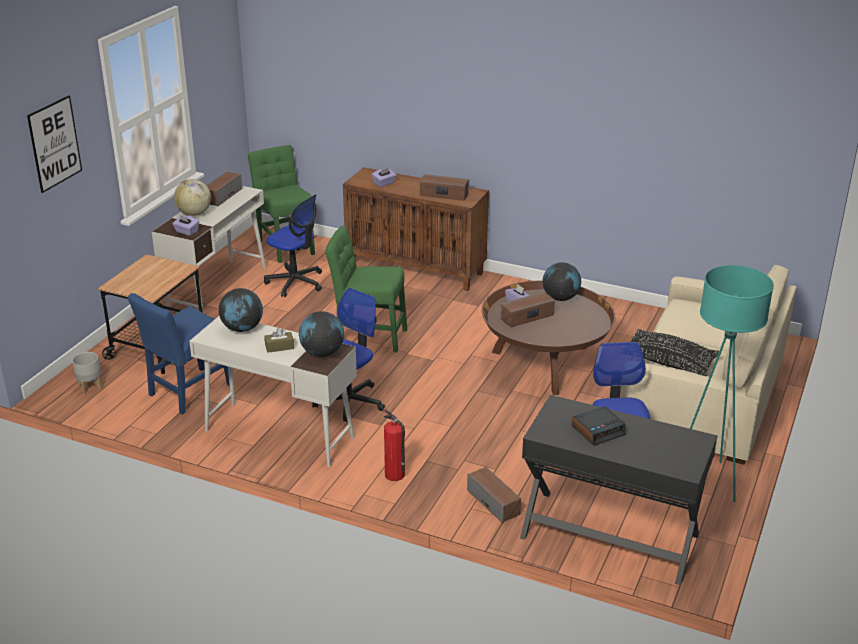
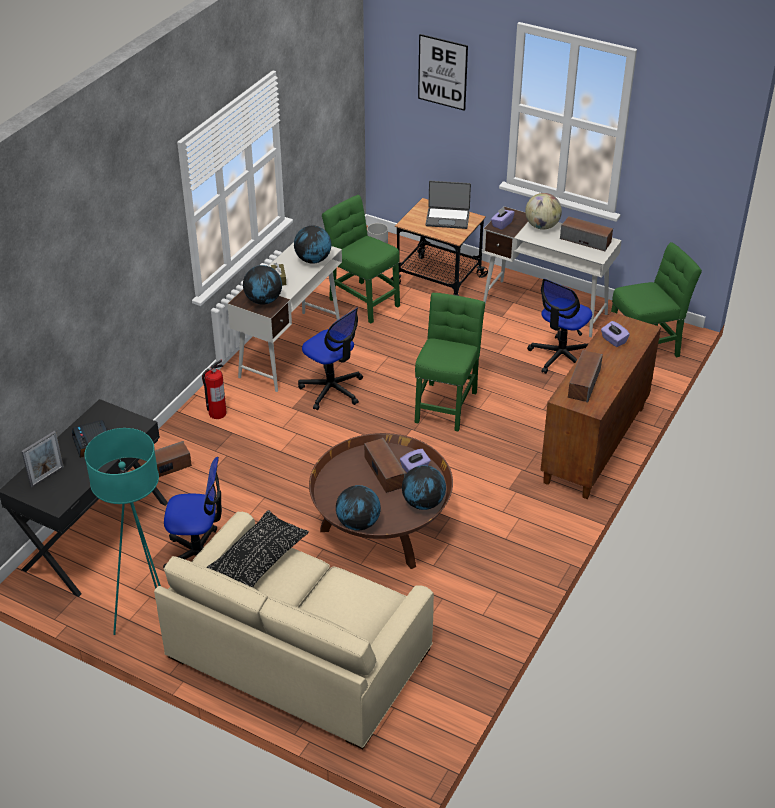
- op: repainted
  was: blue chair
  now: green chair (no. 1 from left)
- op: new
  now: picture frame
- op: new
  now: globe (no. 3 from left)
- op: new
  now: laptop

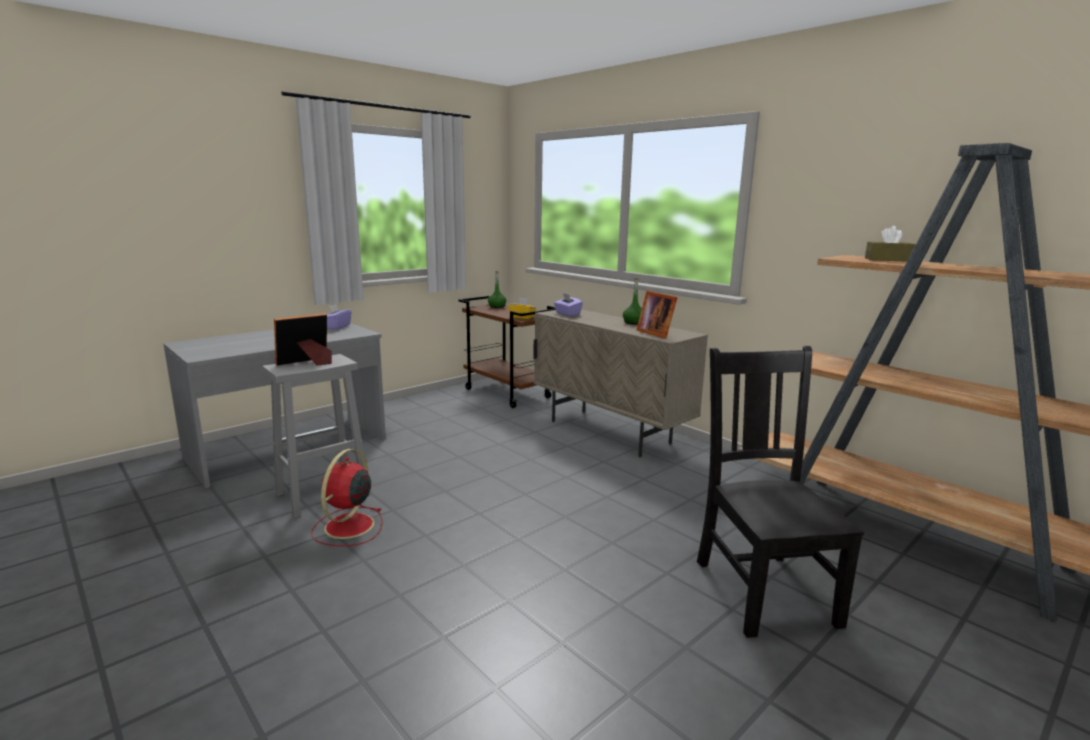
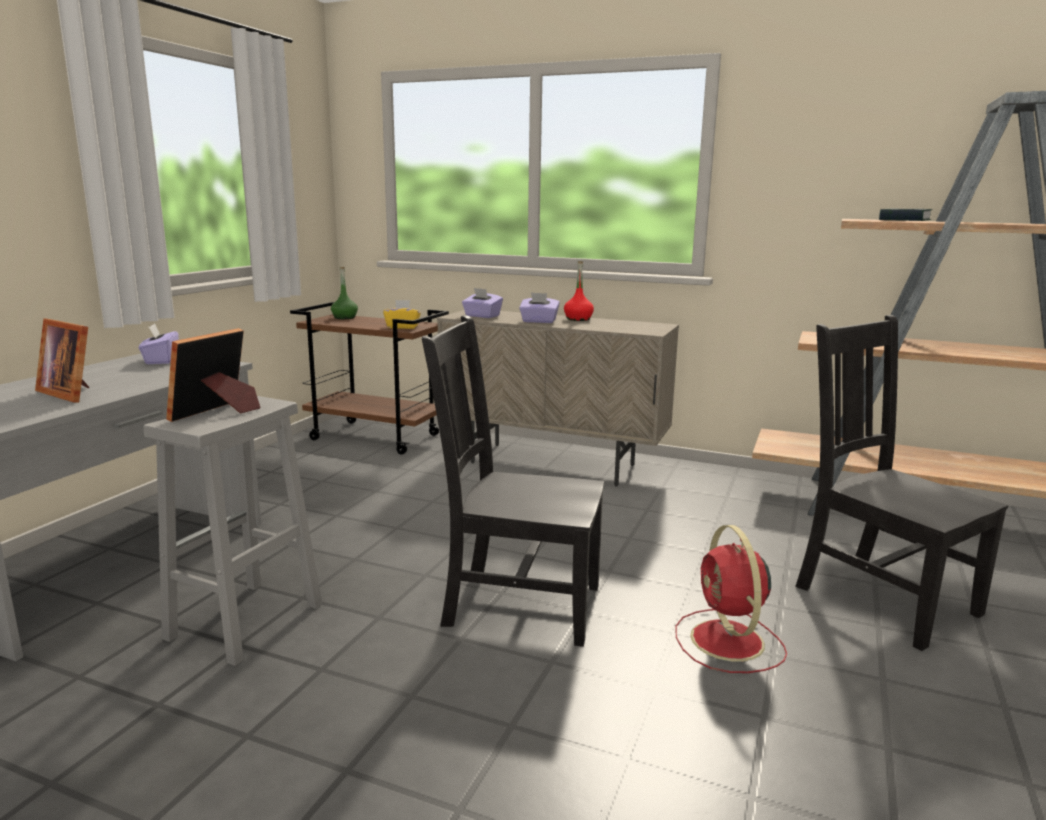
- op: shifted
  was: red fan
- op: repainted
  was: green bottle (no. 2 from left)
  now: red bottle
- op: shifted
  was: picture frame (no. 2 from left in the first image)
  now: picture frame (no. 1 from left)
- op: swapped
  was: brown tissue box
  now: book
- op: new
  now: black chair (no. 1 from left)
- op: new
  now: purple tissue box (no. 3 from left)

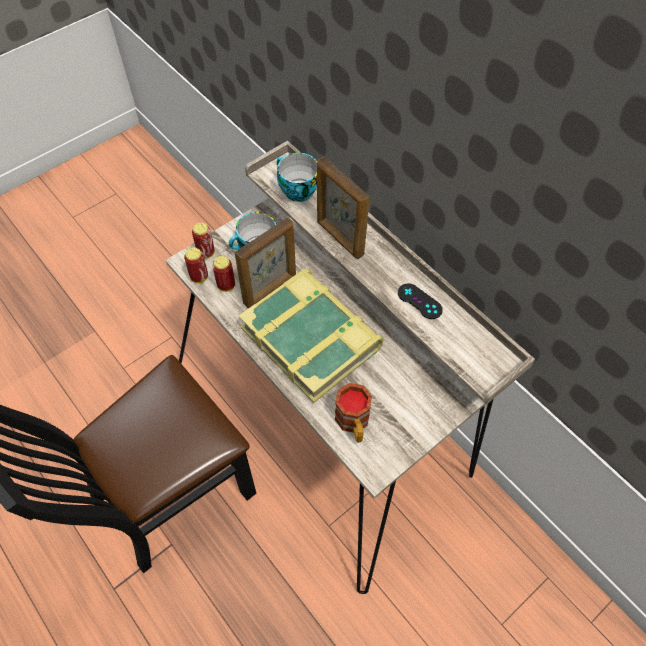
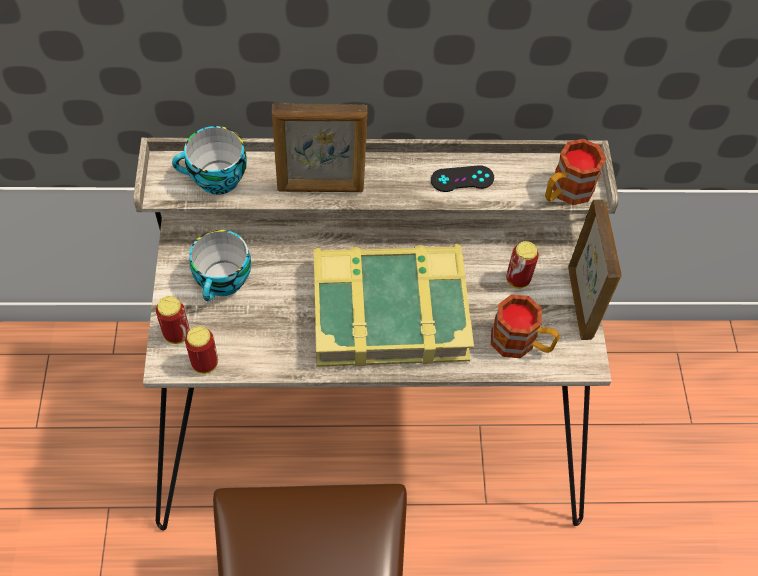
- op: shifted
  was: can (no. 3 from left)
- op: shifted
  was: picture frame (no. 1 from left in the first image)
  now: picture frame (no. 2 from left)
- op: new
  now: mug (no. 2 from left)

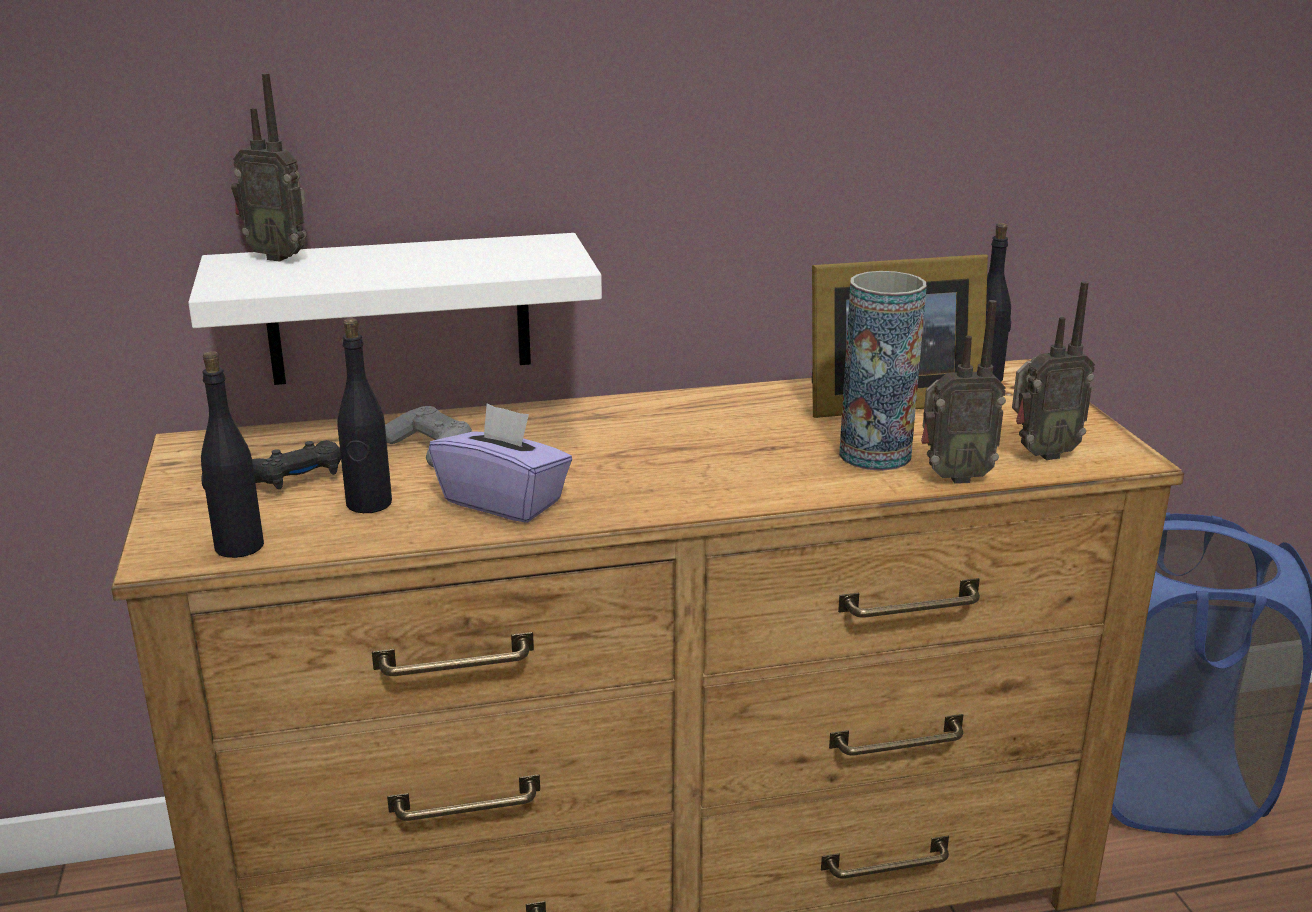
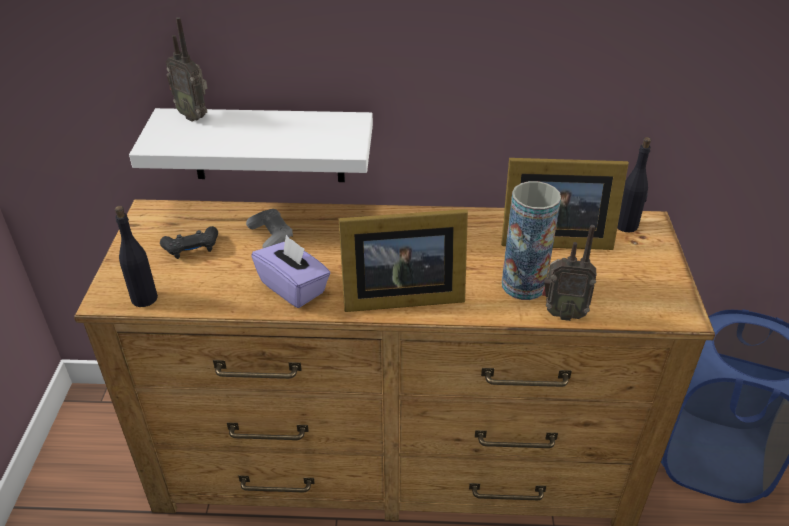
- op: gone
  was: black bottle (no. 2 from left)
- op: gone
  was: radio (no. 3 from left)
- op: new
  now: picture frame (no. 1 from left)

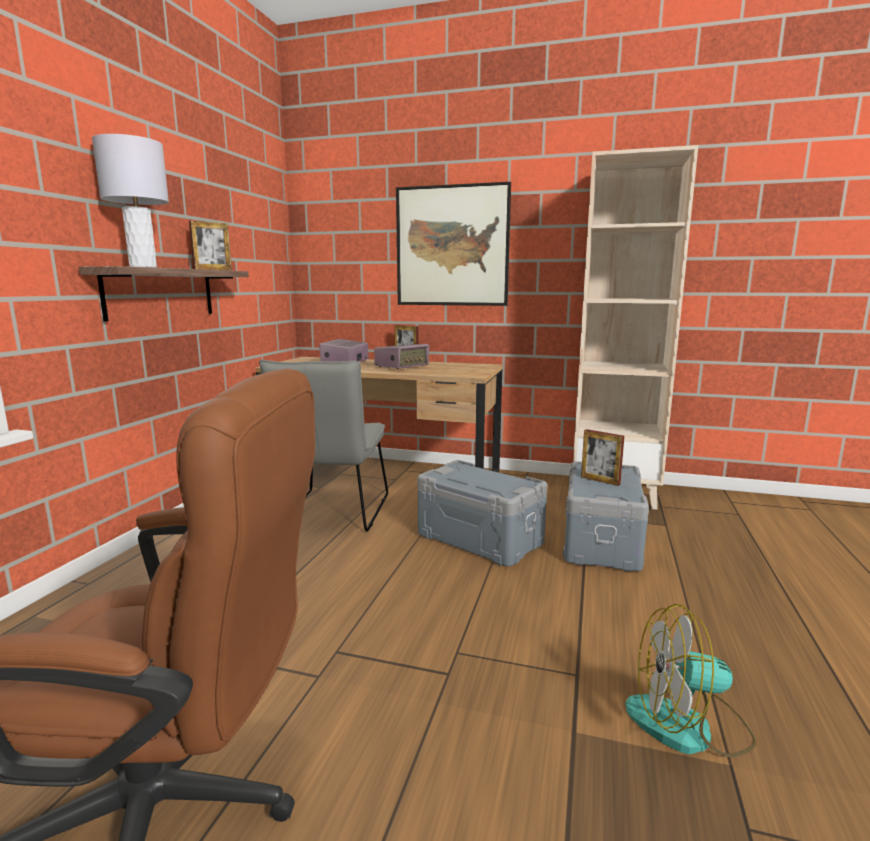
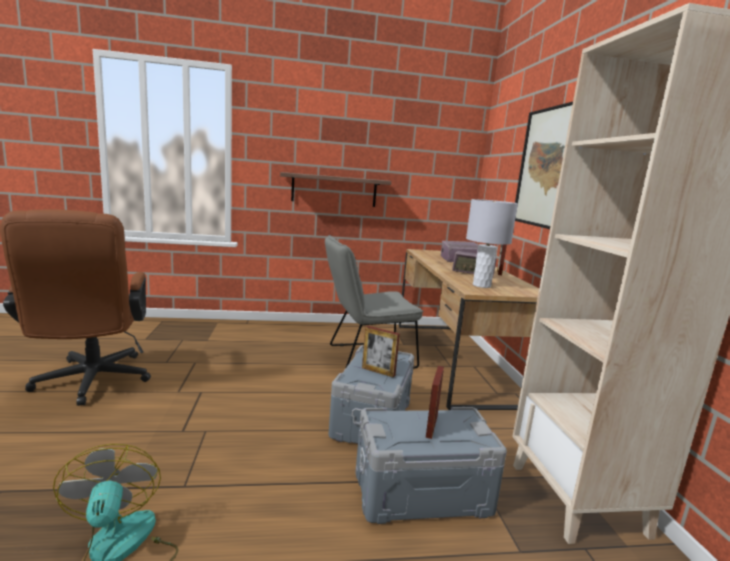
- op: shifted
  was: grey table lamp
- op: shifted
  was: picture frame (no. 1 from left)

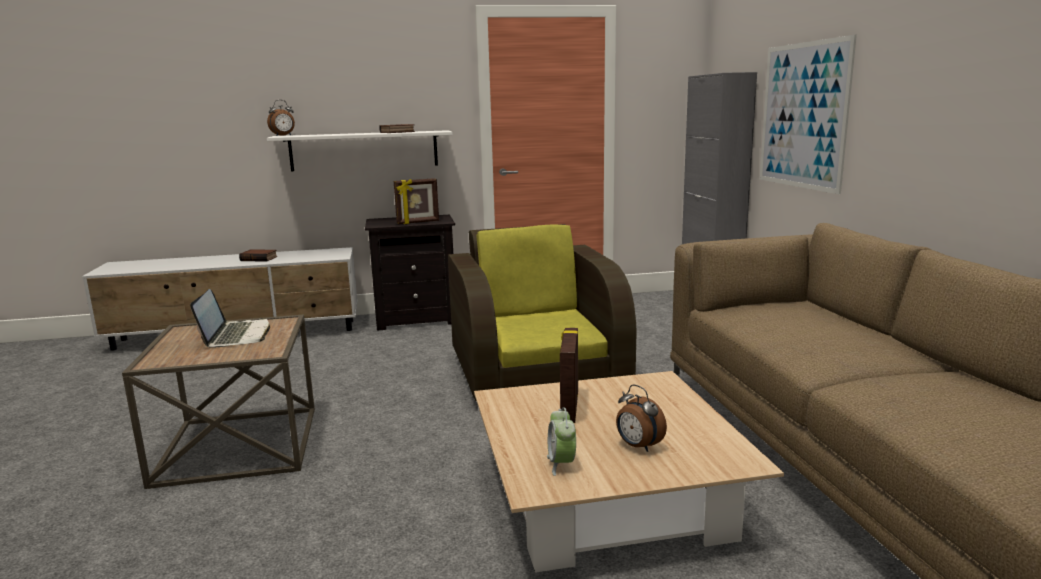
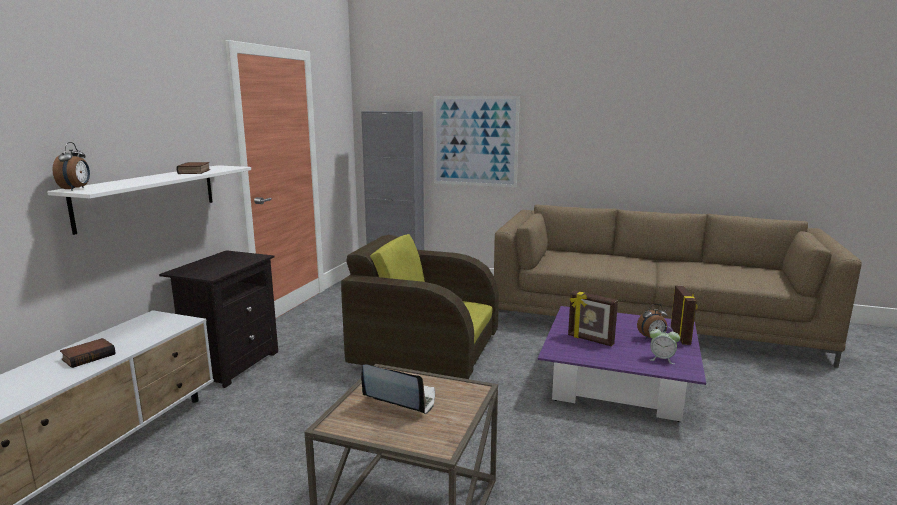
- op: shifted
  was: picture frame (no. 1 from left in the first image)
  now: picture frame (no. 2 from left)
- op: repainted
  was: beige coffee table
  now: purple coffee table

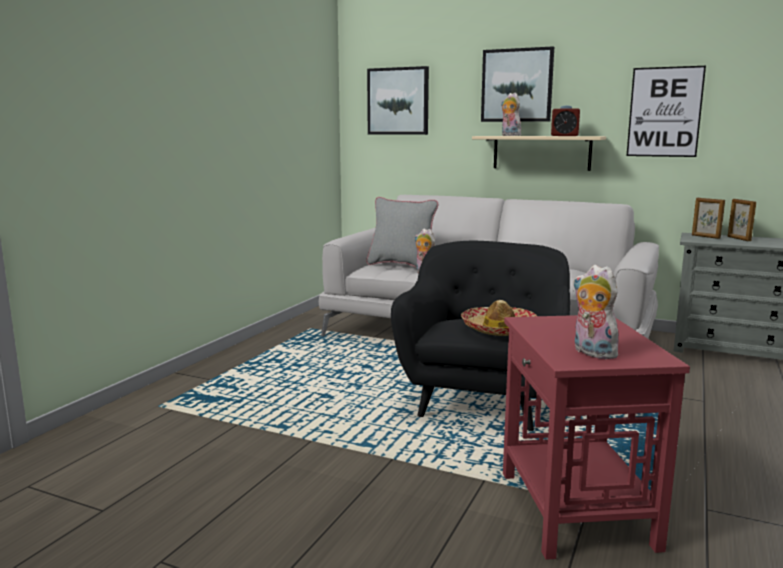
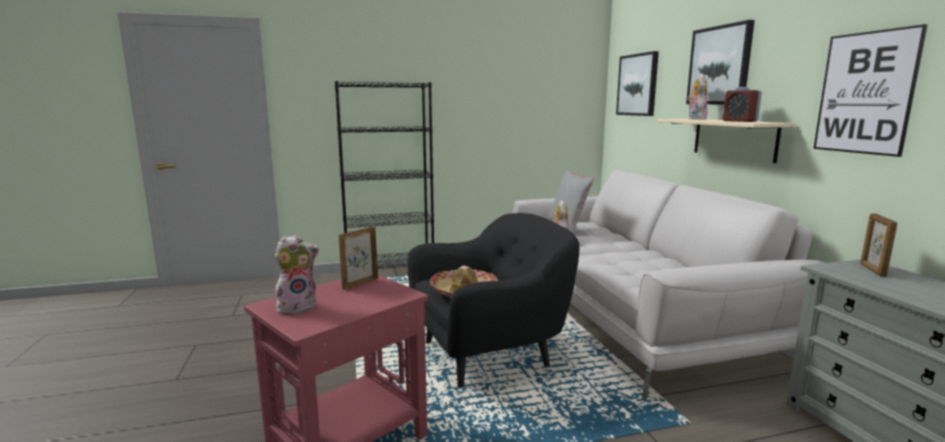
- op: rotated
  was: plush toy (no. 3 from left in the first image)
  clockwise: 45
- op: shifted
  was: picture frame (no. 2 from left in the first image)
  now: picture frame (no. 1 from left)
- op: new
  now: black bookcase

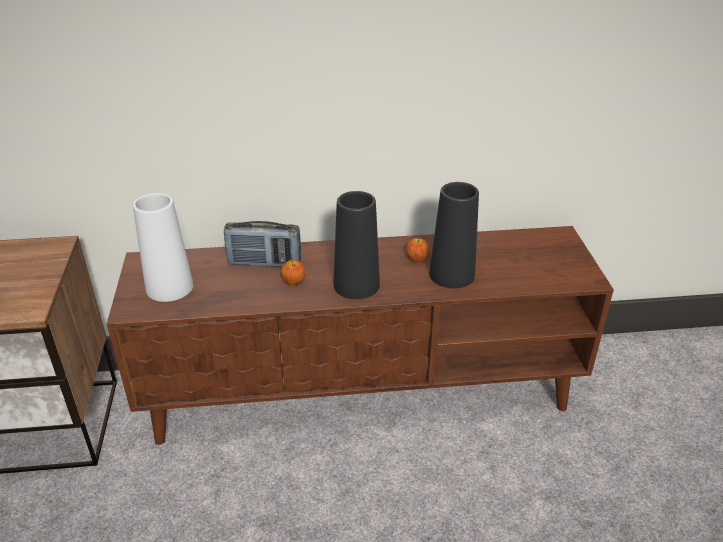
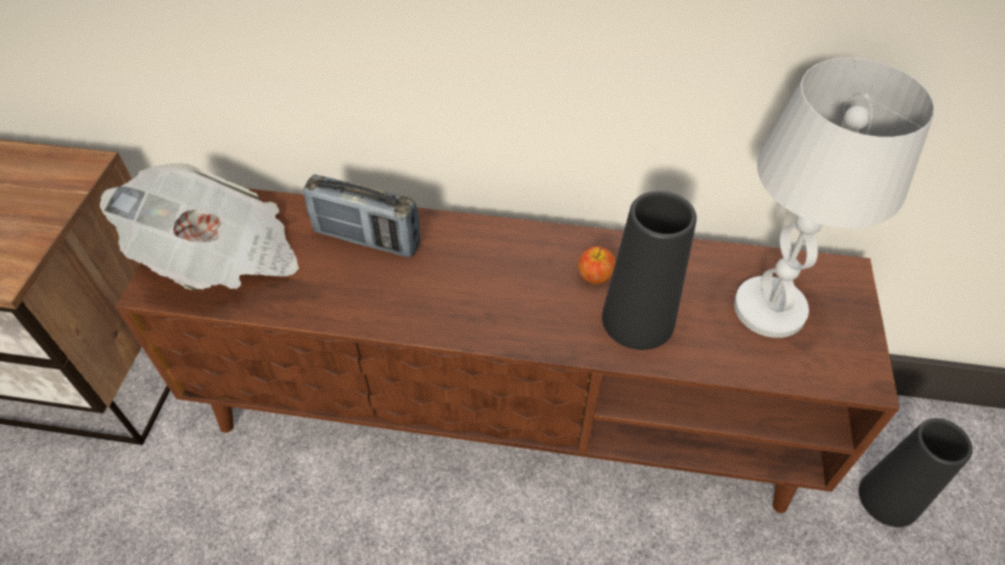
- op: swapped
  was: white vase
  now: newspaper
- op: gone
  was: apple (no. 1 from left)
- op: shifted
  was: black vase (no. 1 from left in the first image)
  now: black vase (no. 2 from left)
- op: new
  now: white table lamp

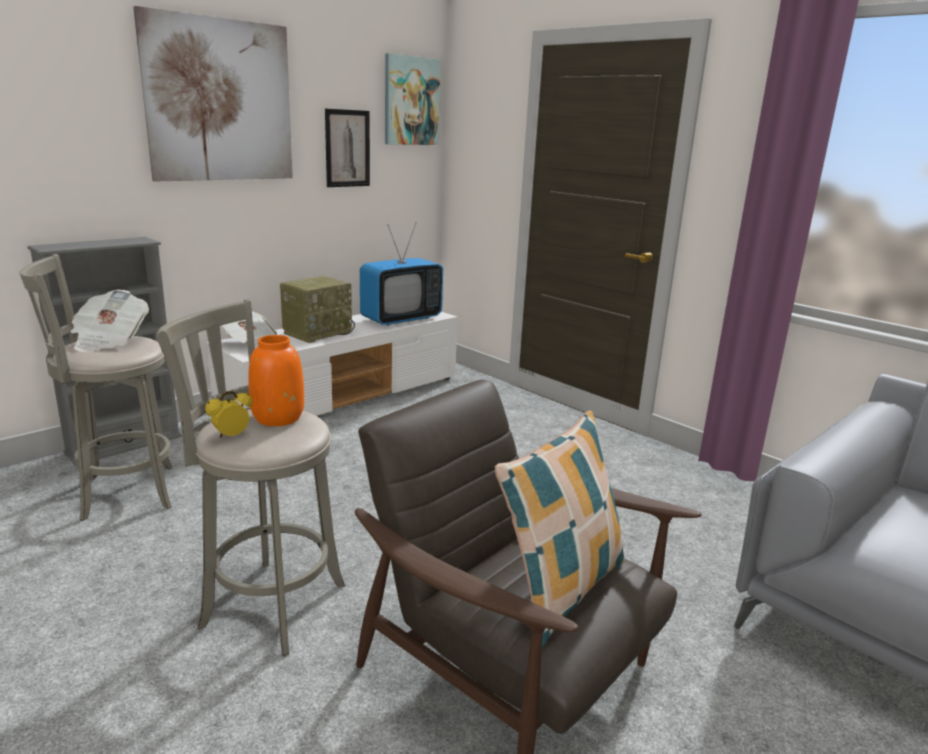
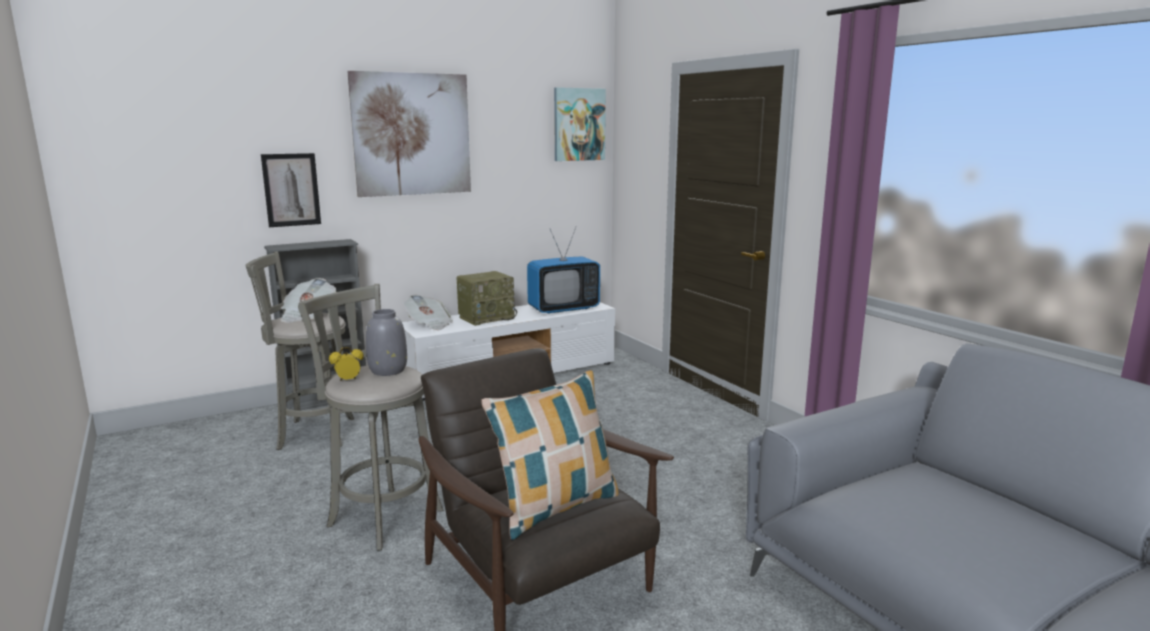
- op: repainted
  was: orange vase
  now: grey vase
- op: shifted
  was: picture (no. 2 from left in the first image)
  now: picture (no. 1 from left)

